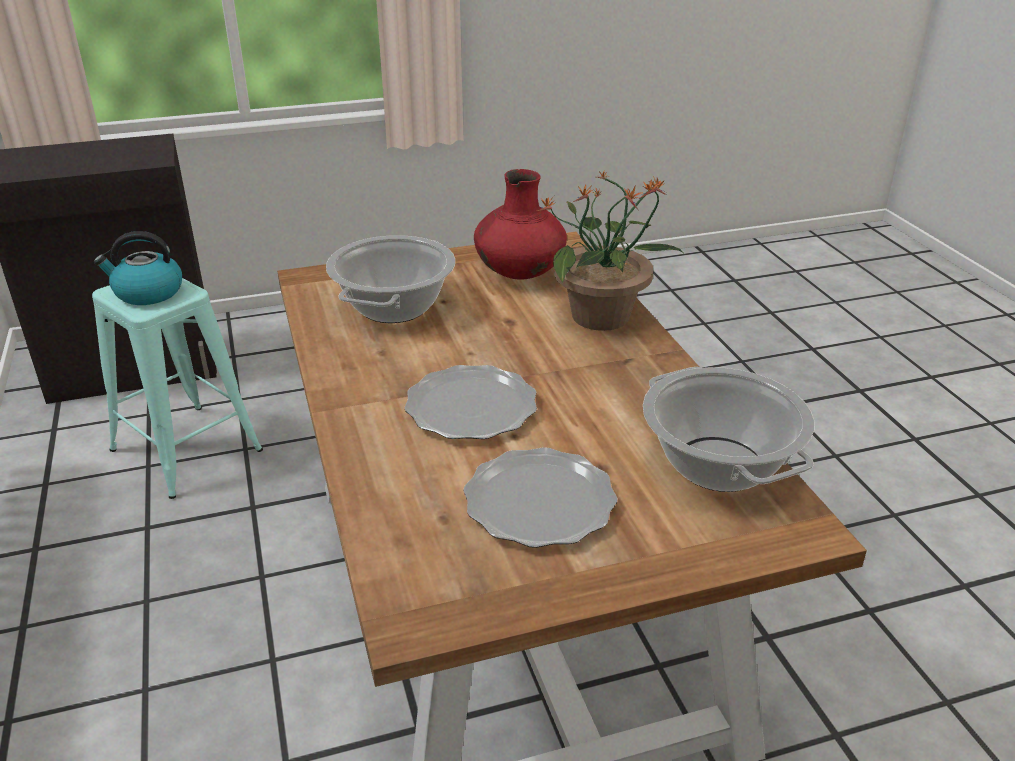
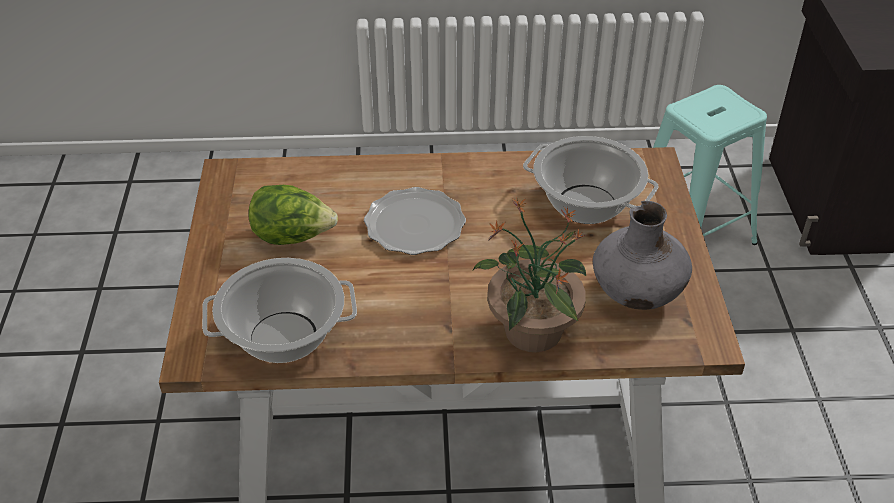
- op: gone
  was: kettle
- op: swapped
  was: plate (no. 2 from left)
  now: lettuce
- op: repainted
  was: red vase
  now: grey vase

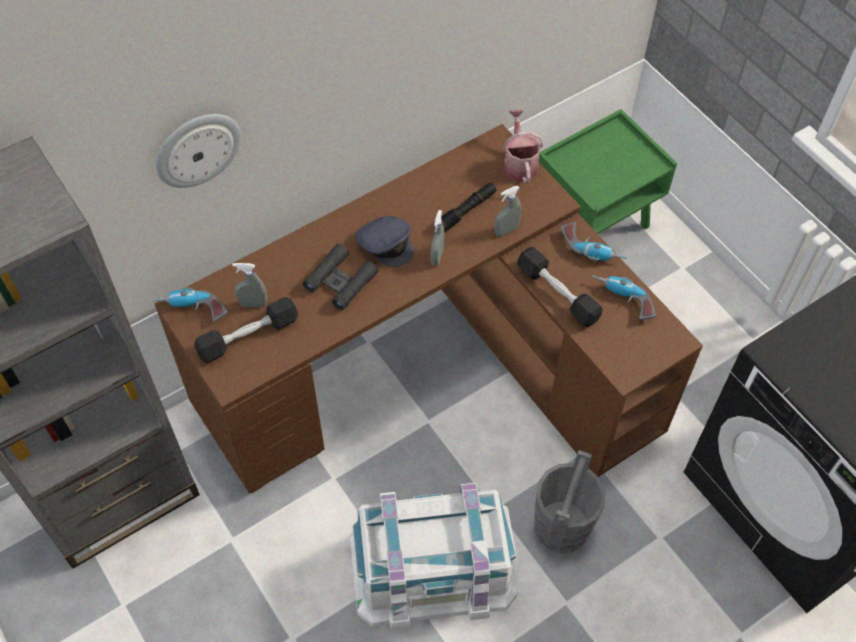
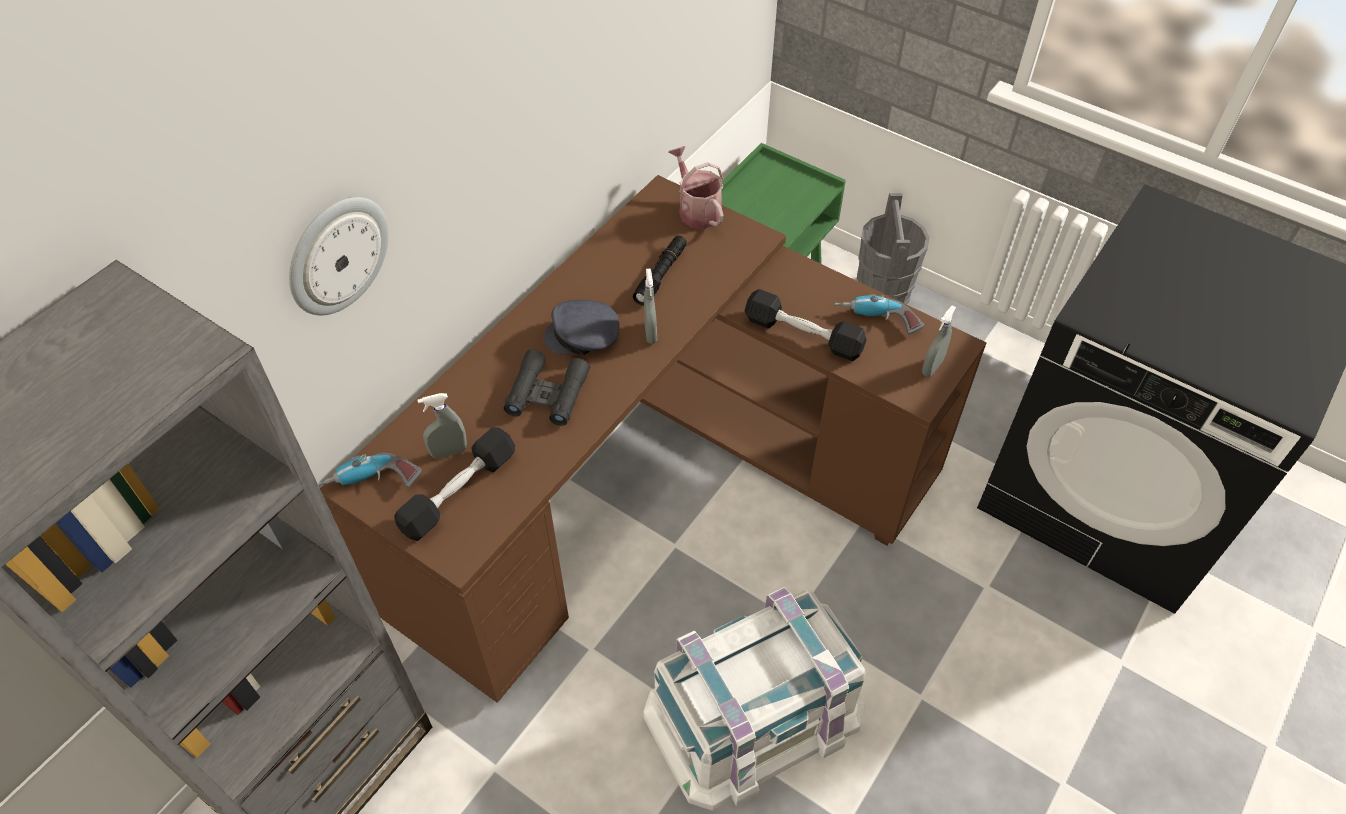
- op: rotated
  was: grey cap
  clockwise: 150
- op: shifted
  was: grey spray bottle (no. 3 from left)
- op: shifted
  was: grey bucket
- op: gone
  was: power drill (no. 2 from left)

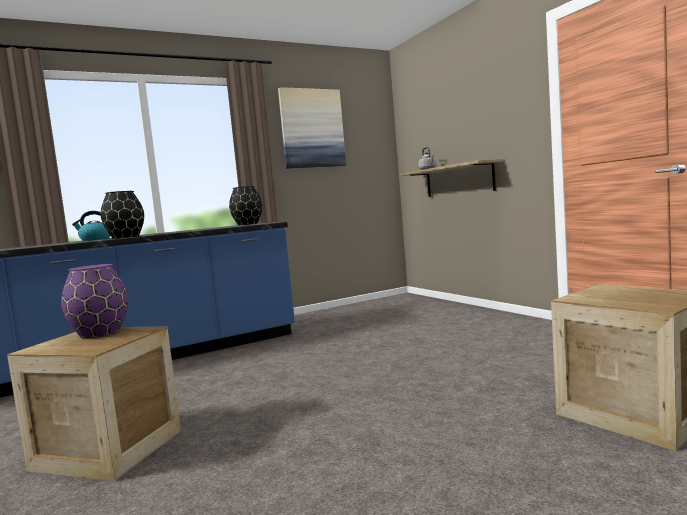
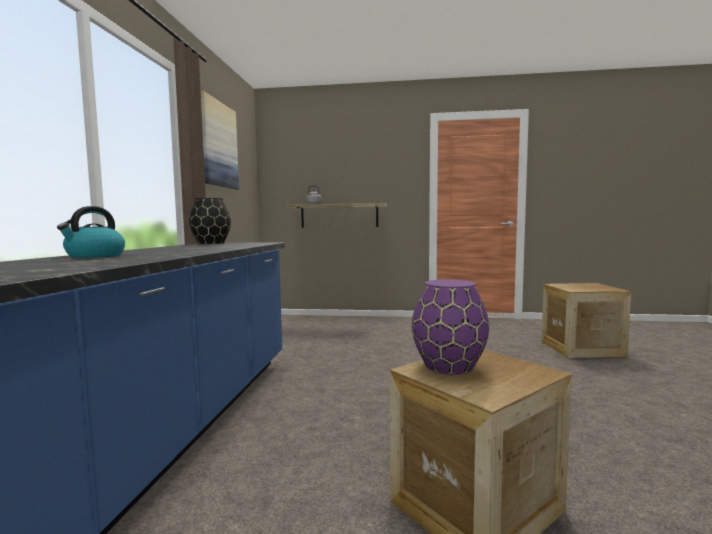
- op: gone
  was: black vase (no. 1 from left)

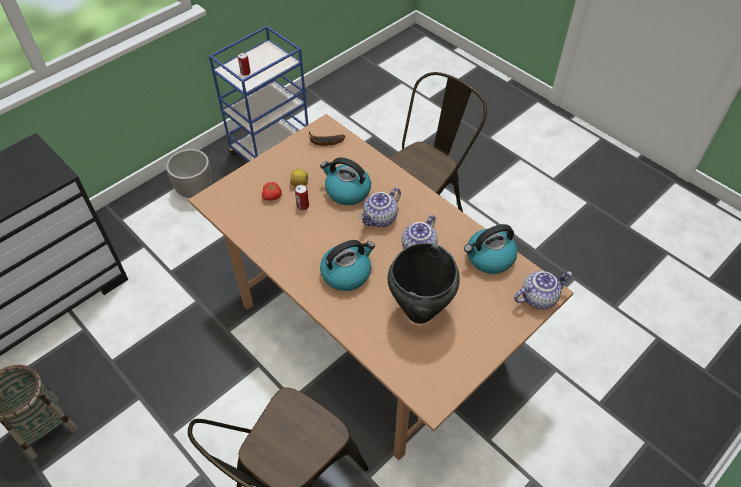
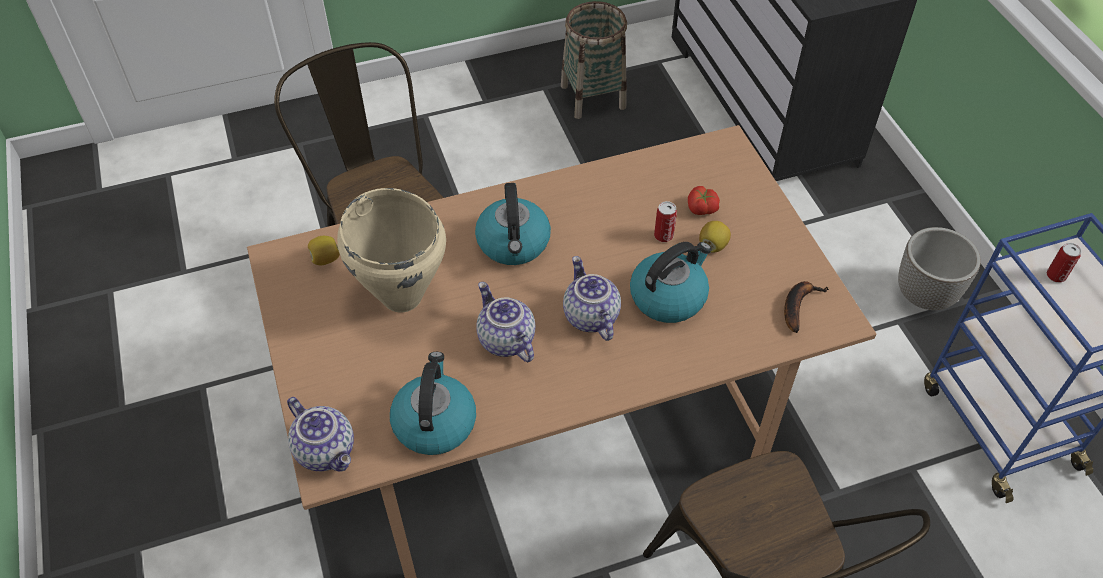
- op: repainted
  was: black cooking pot
  now: beige cooking pot
- op: rotated
  was: teapot (no. 3 from left in the first image)
  clockwise: -45
- op: new
  now: lemon (no. 1 from left)

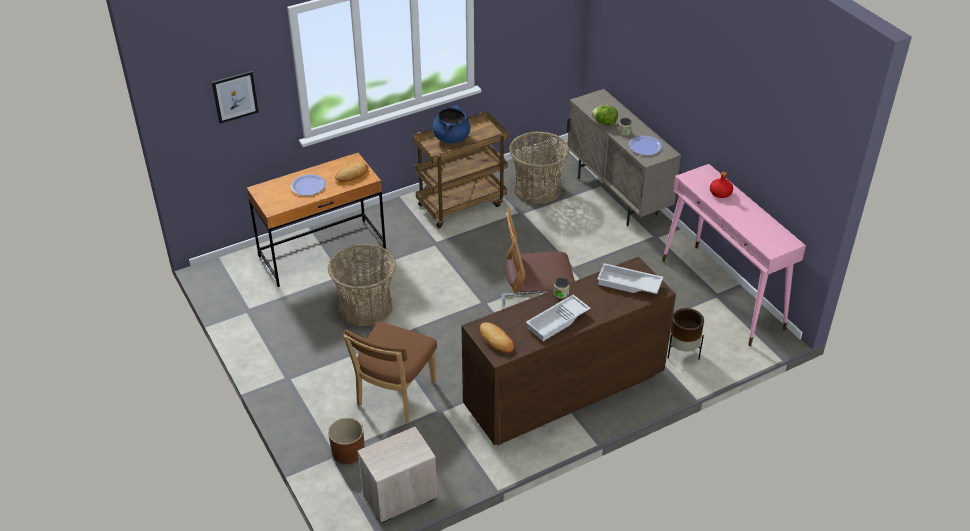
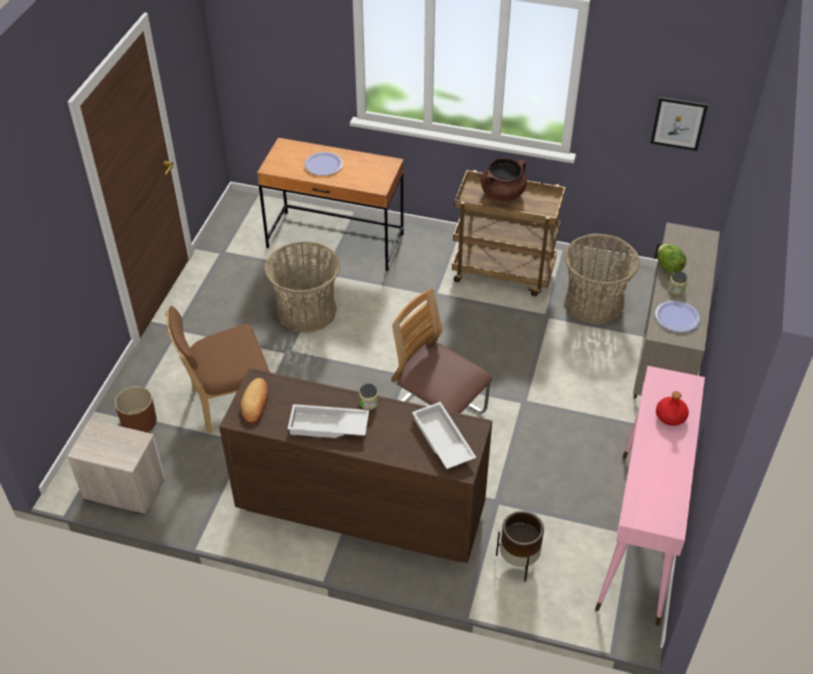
- op: shifted
  was: picture
- op: gone
  was: bread (no. 1 from left)
- op: repainted
  was: blue cooking pot
  now: brown cooking pot

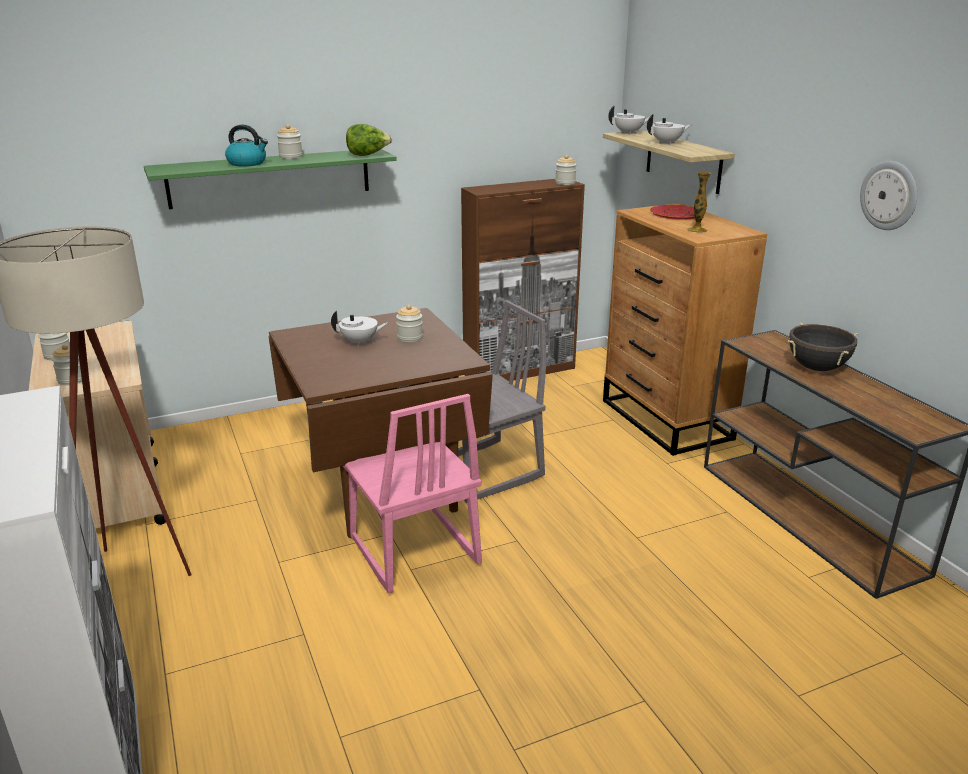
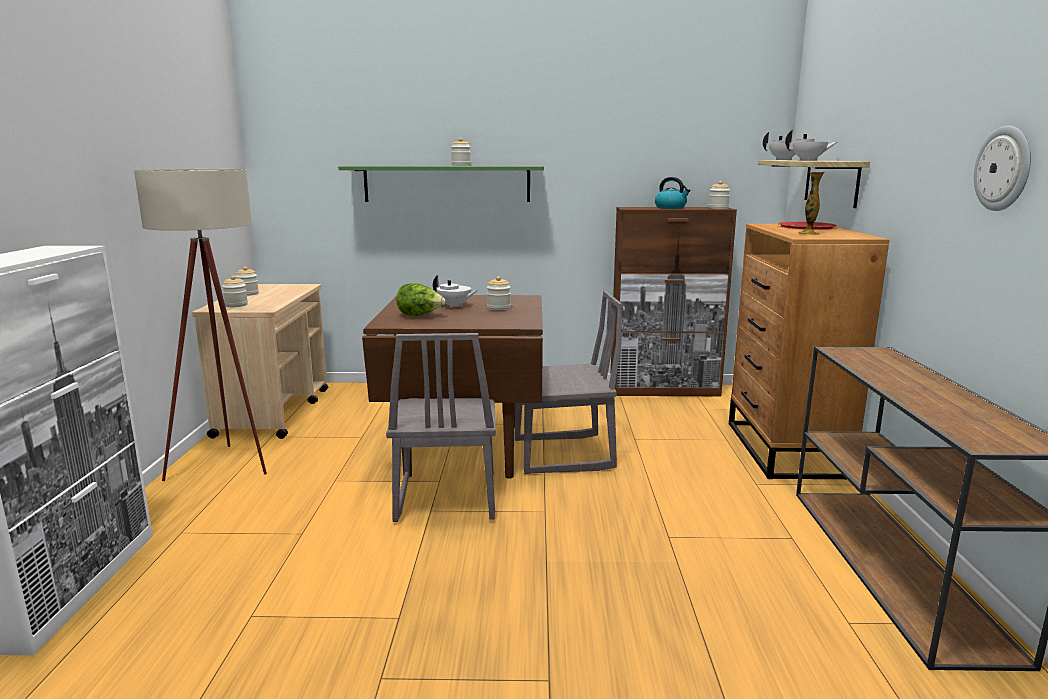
- op: shifted
  was: kettle
- op: repainted
  was: pink chair
  now: grey chair (no. 1 from left)
- op: shifted
  was: lettuce
- op: gone
  was: black cooking pot

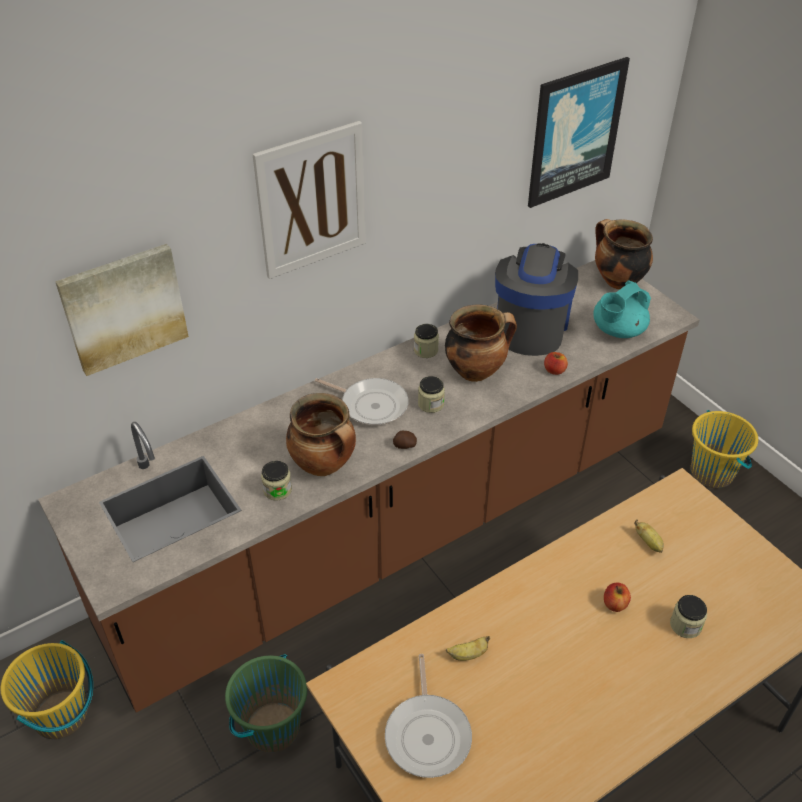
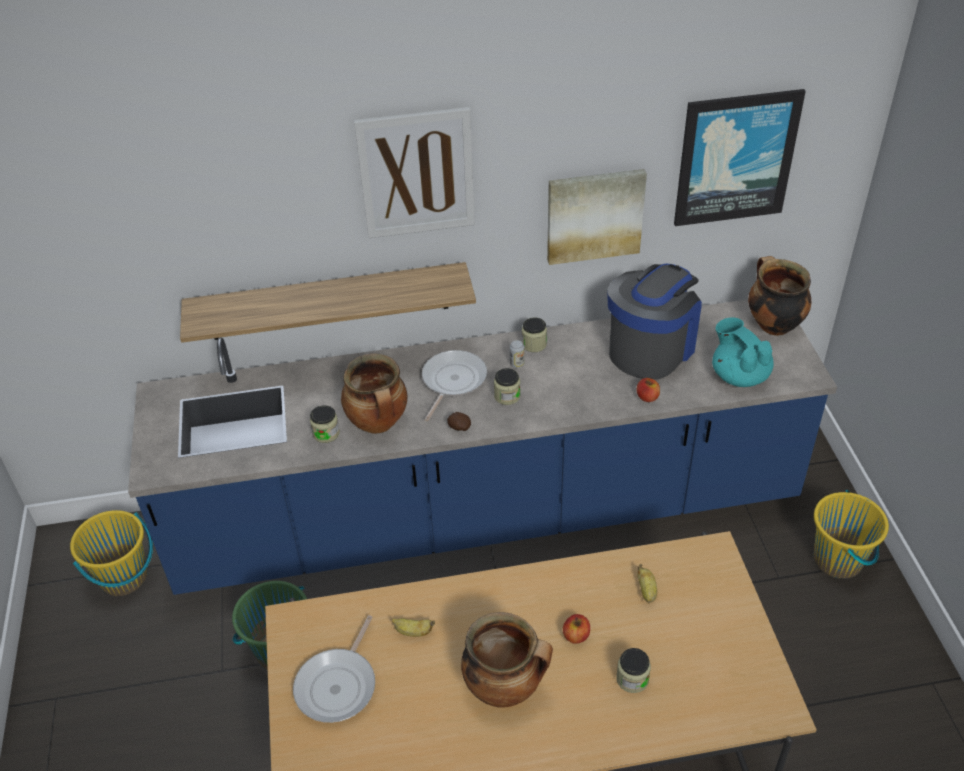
- op: repainted
  was: brown counter
  now: blue counter
- op: shifted
  was: picture (no. 1 from left in the first image)
  now: picture (no. 2 from left)
- op: rotated
  was: frying pan (no. 1 from left in the first image)
  clockwise: -120
- op: shifted
  was: cooking pot (no. 2 from left)
- op: rotated
  was: turquoise teapot
  clockwise: 75
- op: new
  now: shelf
- op: new
  now: can

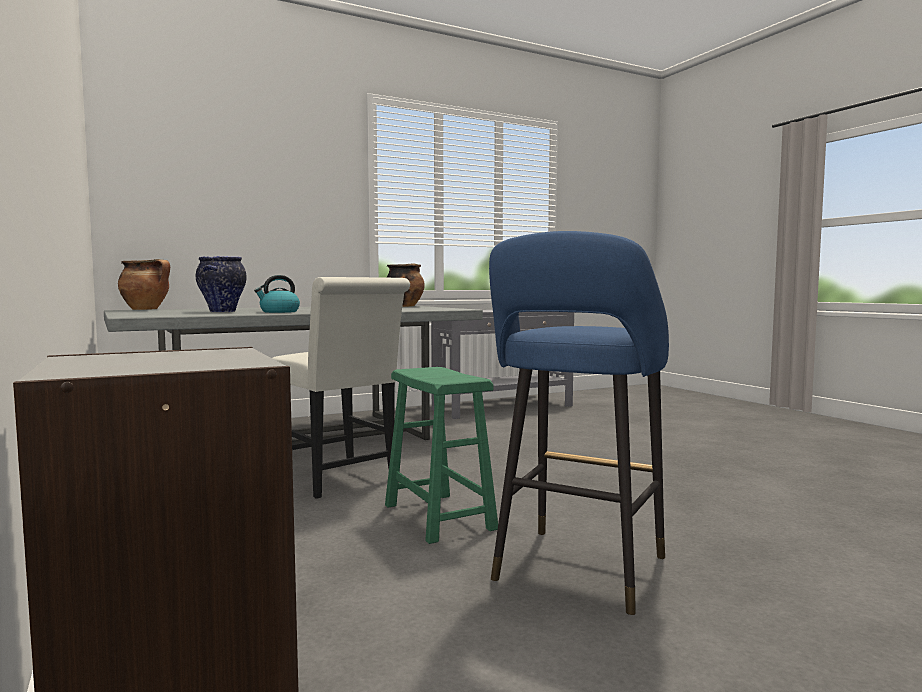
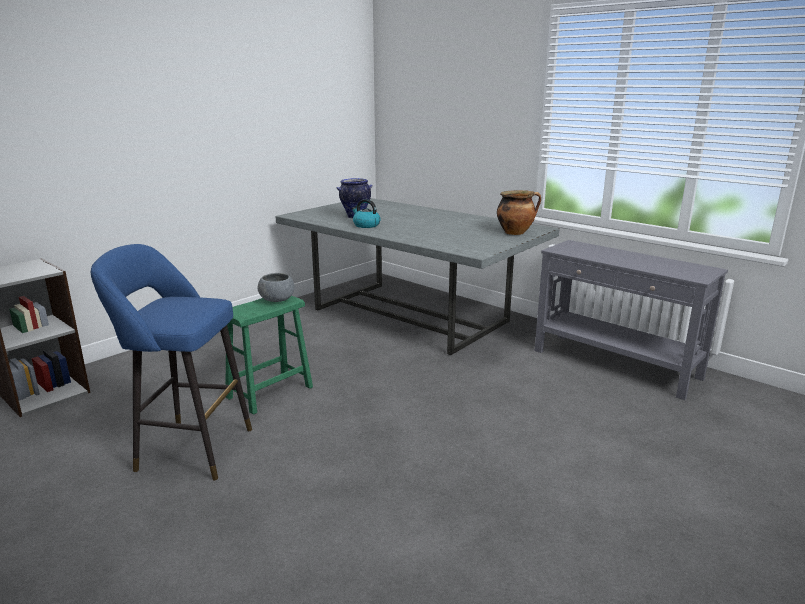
- op: gone
  was: cooking pot (no. 1 from left)
- op: gone
  was: white chair
- op: new
  now: grey bowl

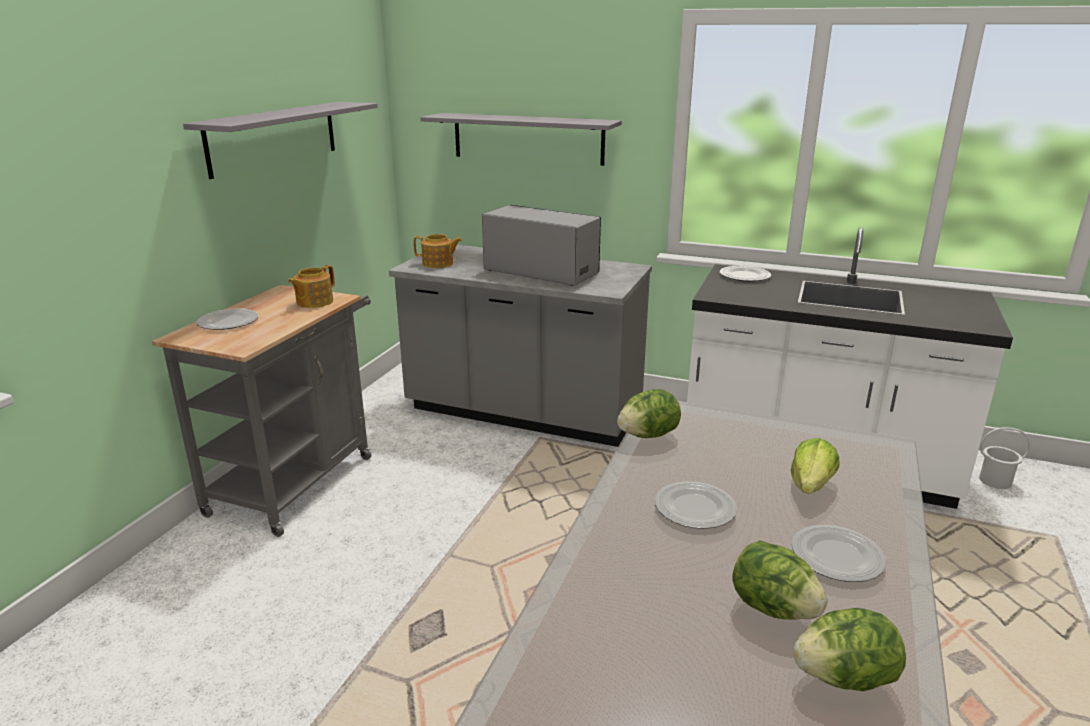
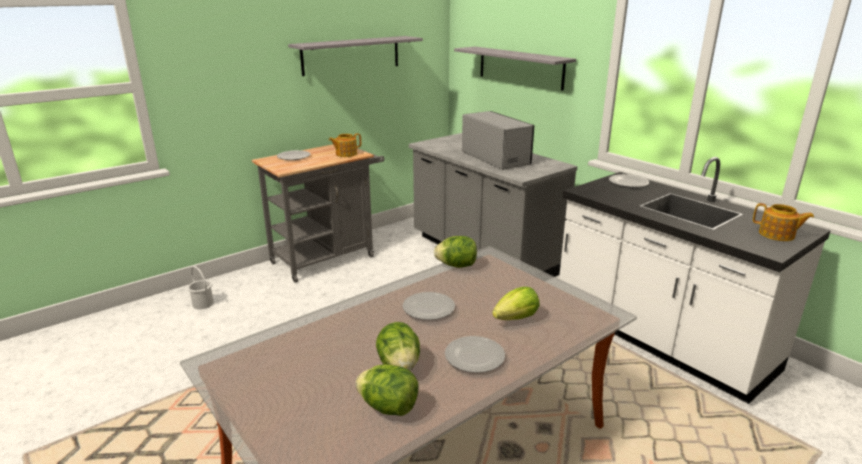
- op: shifted
  was: teapot (no. 2 from left)
- op: shifted
  was: white bucket

